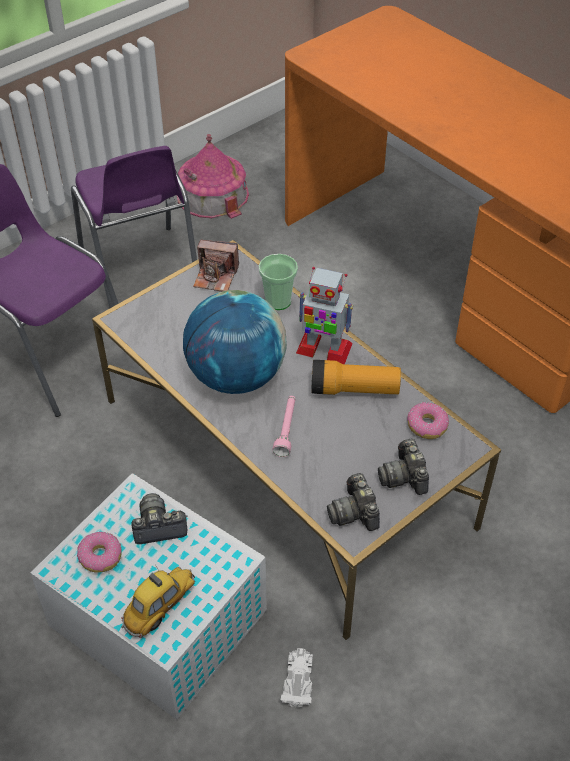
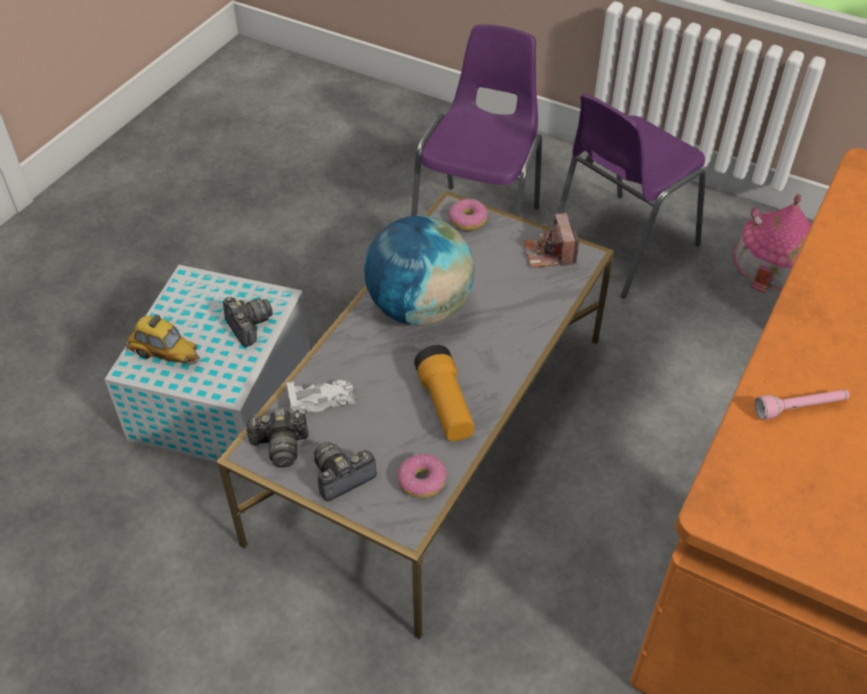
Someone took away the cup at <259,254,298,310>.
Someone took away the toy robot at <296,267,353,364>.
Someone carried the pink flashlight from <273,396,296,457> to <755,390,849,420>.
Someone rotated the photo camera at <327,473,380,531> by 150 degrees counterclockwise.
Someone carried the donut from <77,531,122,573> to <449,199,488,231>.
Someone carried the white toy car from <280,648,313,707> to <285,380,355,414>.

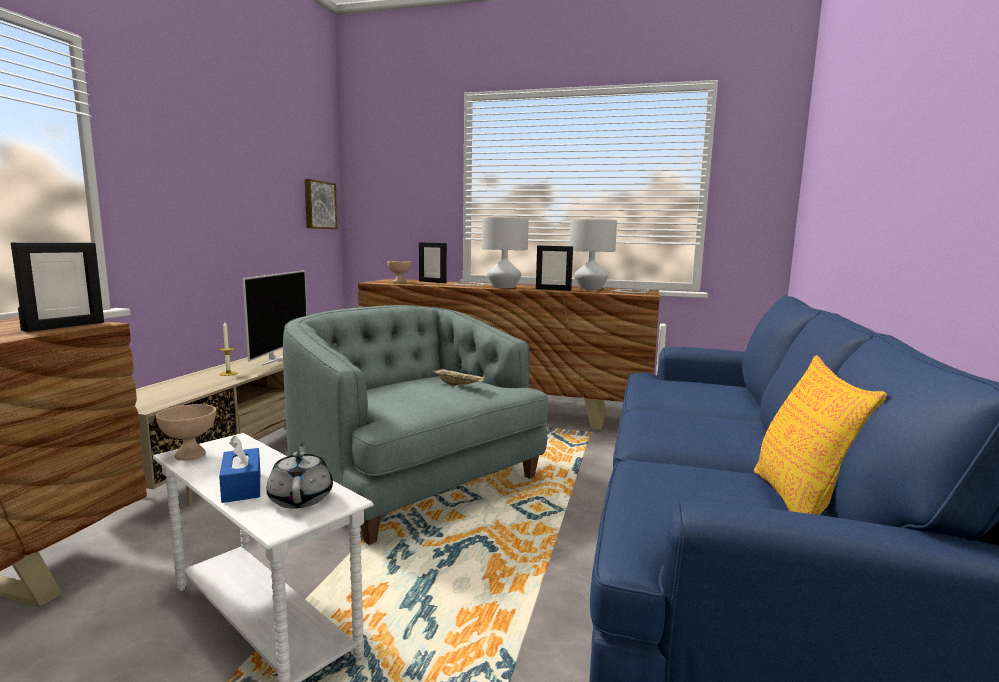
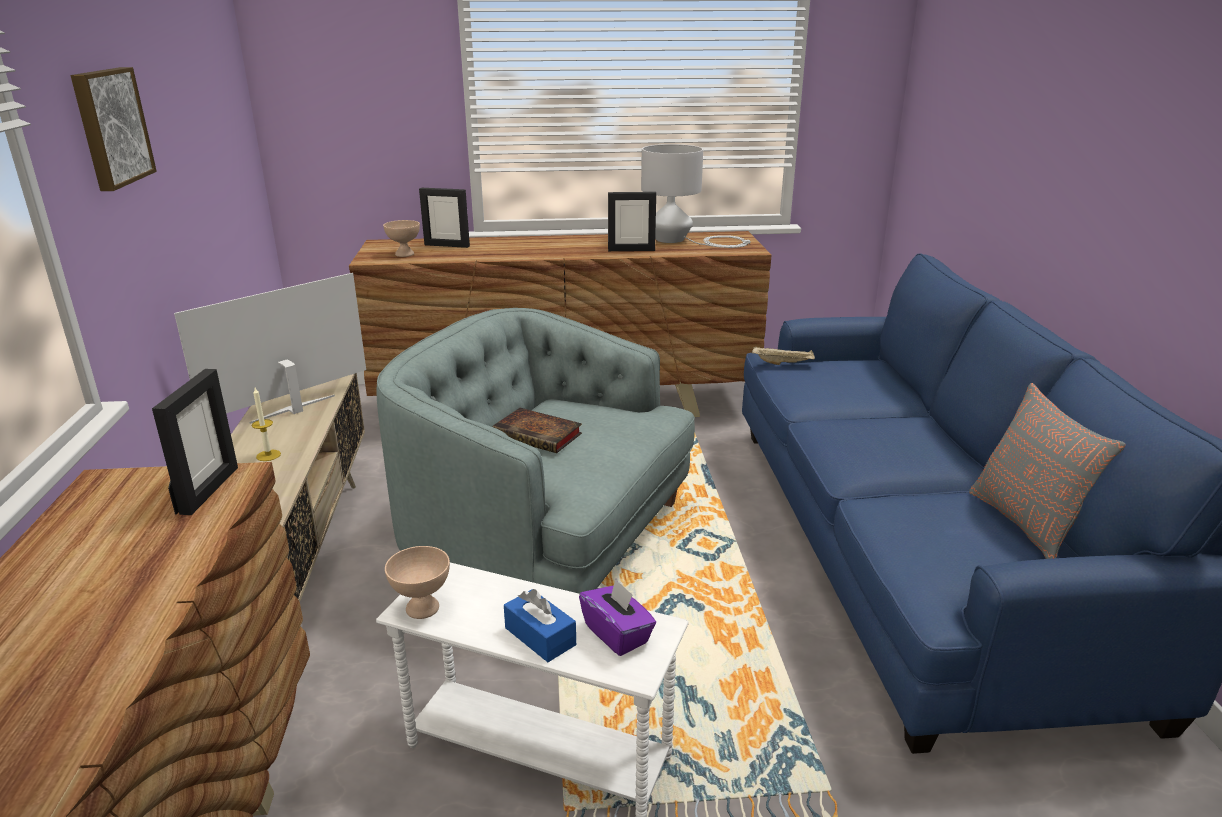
Someone carried the picture from <305,179,337,229> to <70,67,157,191>.
Someone took away the white table lamp at <455,217,529,288>.
Someone rotated the television at <243,270,307,366> by 120 degrees counterclockwise.
Someone repainted the yellow pillow at <754,355,887,515>, which became the grey pillow at <969,383,1126,559>.
Someone carried the beige tray from <433,368,486,386> to <752,346,815,365>.
Someone swapped the grey teapot at <266,443,333,509> for the purple tissue box at <579,579,656,656>.
Someone put down the book at <493,408,582,453>.

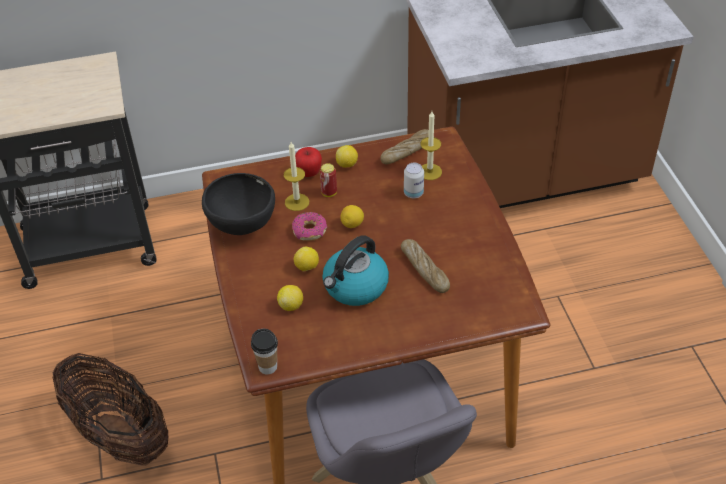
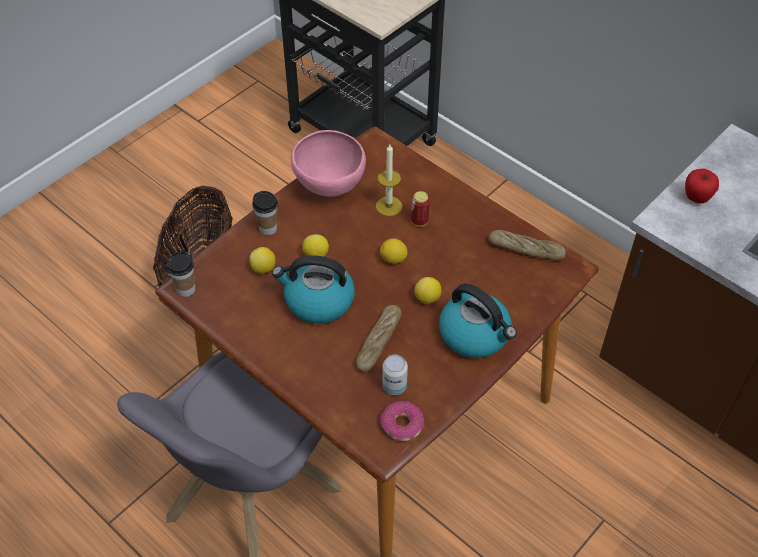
Someone took away the candle at <420,111,442,180>.
Someone carried the lemon from <336,145,358,168> to <414,277,441,304>.
Someone carried the apple from <295,147,322,177> to <685,169,719,203>.
Someone carried the can from <404,163,424,198> to <382,355,408,395>.
Someone repainted the black bowl at <202,173,275,235>, which became the pink bowl at <291,130,366,197>.
Someone carried the donut from <292,212,327,241> to <380,401,424,442>.
Someone put down the cup at <252,191,278,235>.
Someone put down the kettle at <439,283,517,358>.

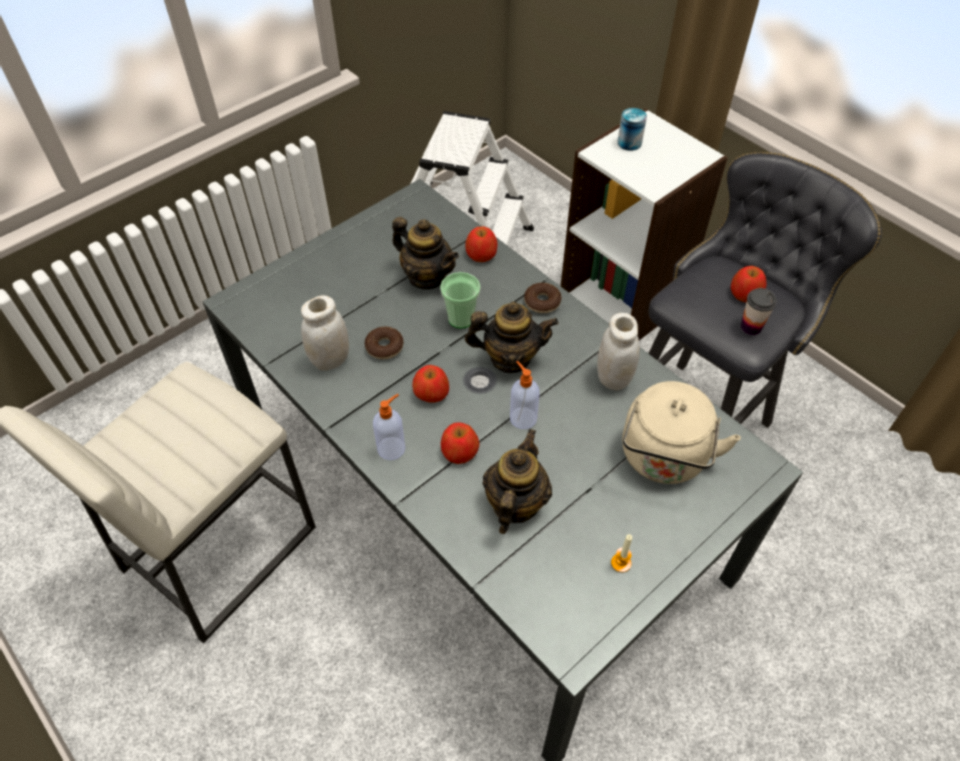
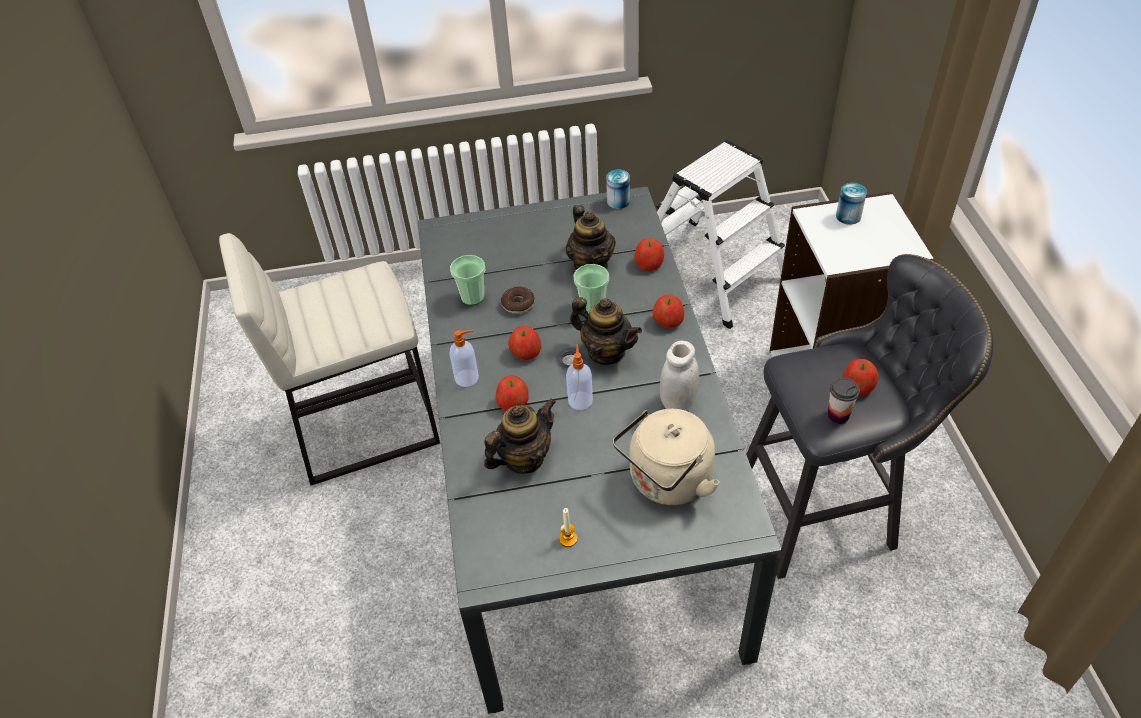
Someone swapped the donut at <524,283,561,313> for the apple at <652,294,684,328>.
Someone swapped the white jar at <301,295,349,371> for the cup at <450,255,485,306>.
Someone put down the can at <606,170,630,209>.

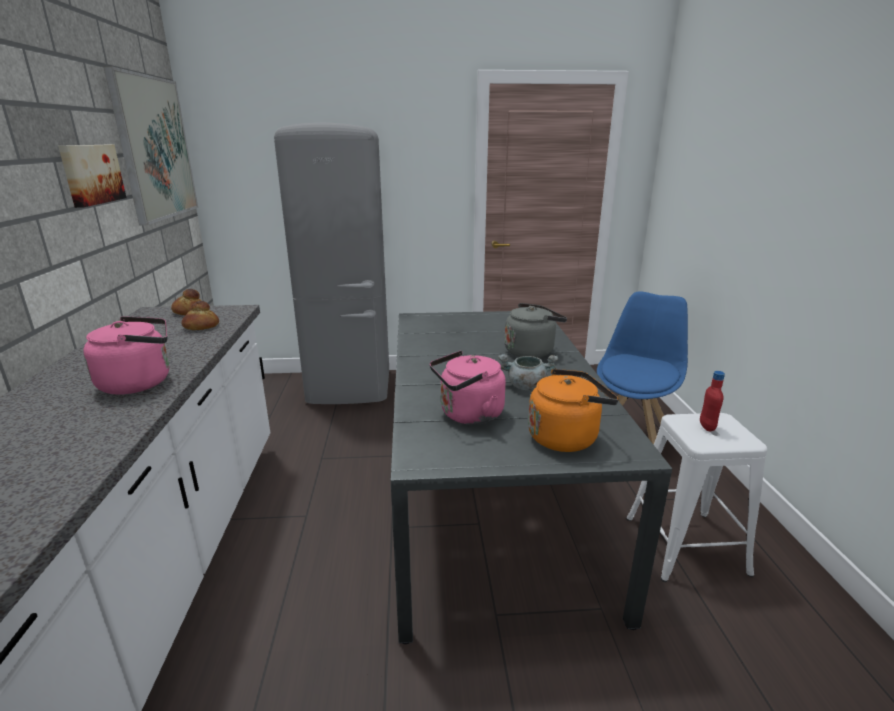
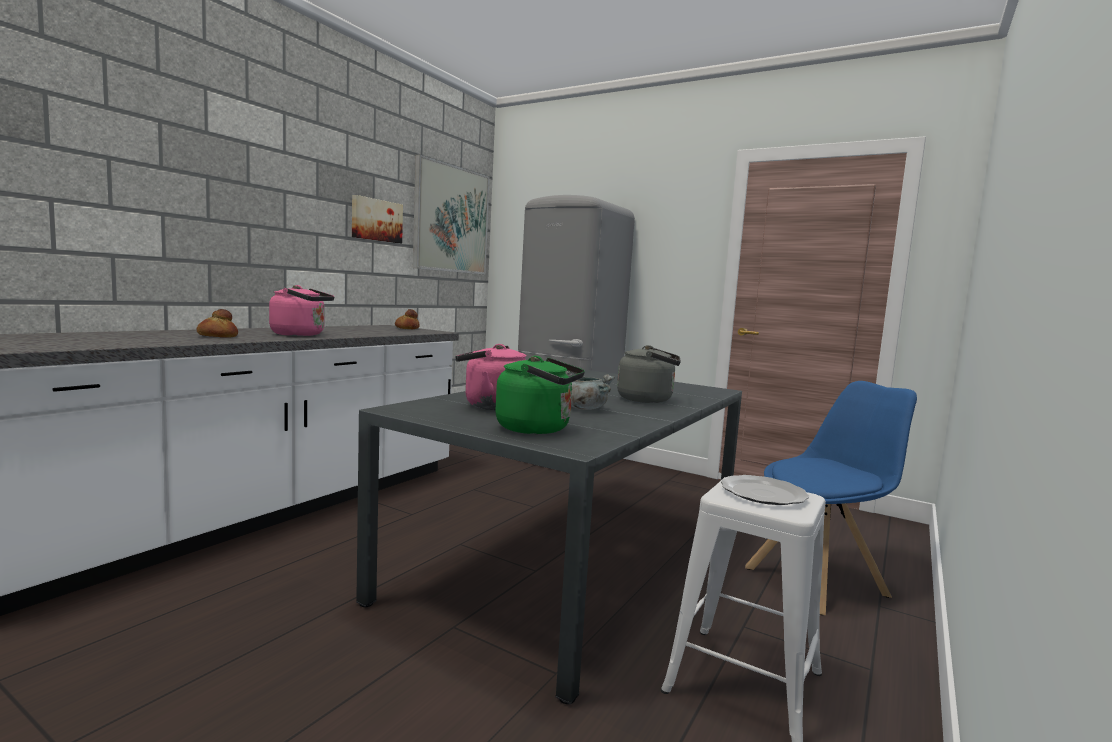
Someone carried the bread from <181,301,219,330> to <197,309,238,338>.
Someone repainted the orange kettle at <528,369,619,452>, which became the green kettle at <495,356,585,434>.
Someone swapped the red bottle at <700,371,725,432> for the plate at <721,475,809,505>.

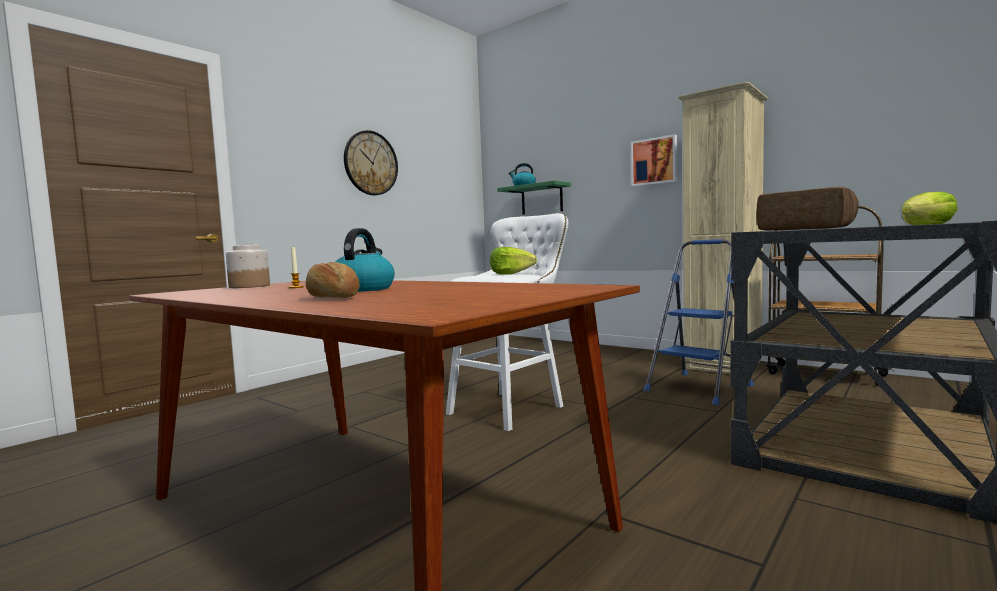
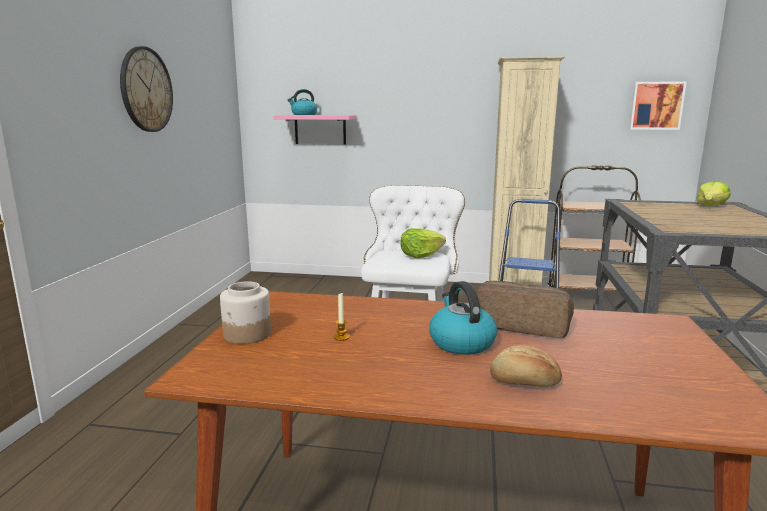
Someone carried the picture from <631,134,677,187> to <629,81,687,130>.
Someone repainted the green shelf at <497,181,571,215>, which became the pink shelf at <274,115,356,145>.
Someone carried the bread from <756,187,859,230> to <476,281,574,338>.

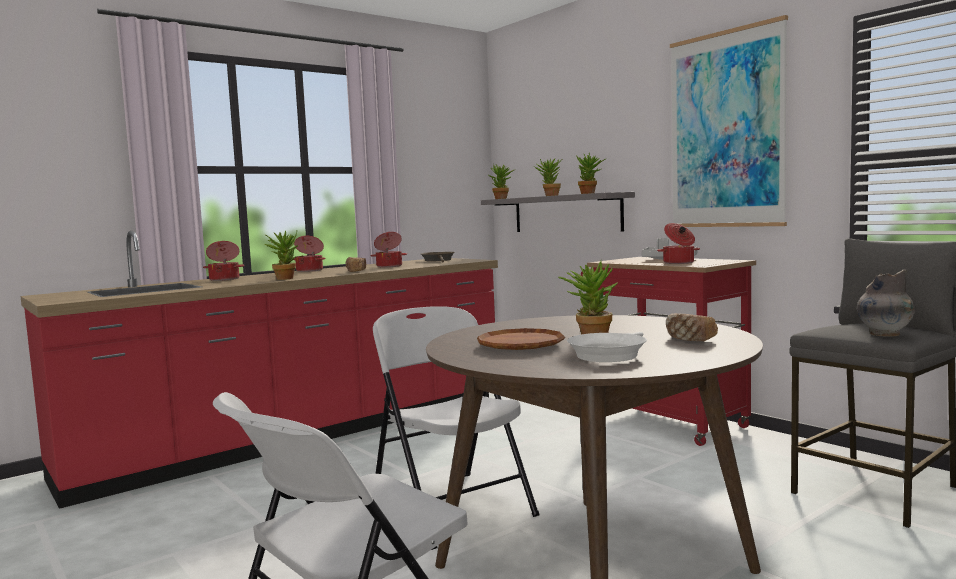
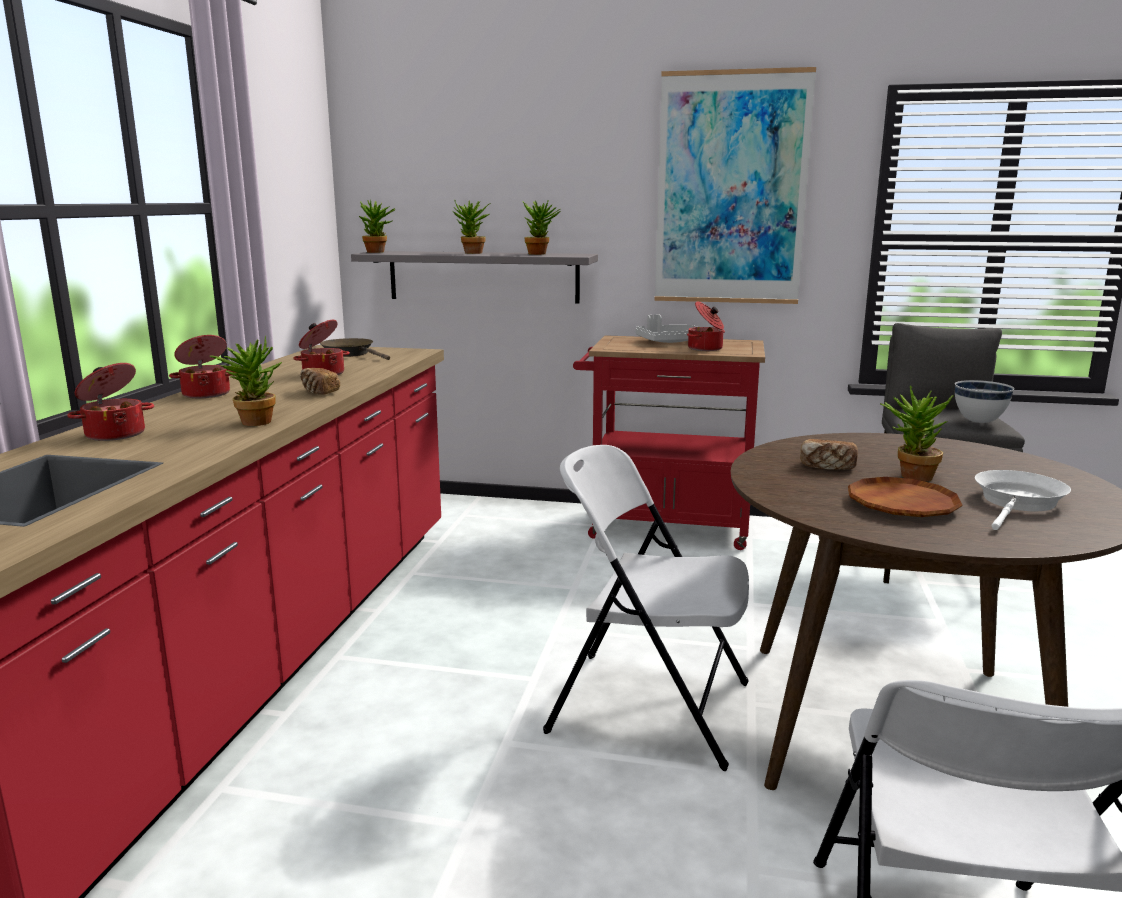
Someone swapped the grey vase at <857,270,915,337> for the white bowl at <955,380,1014,423>.
Someone carried the bread from <666,313,718,341> to <800,439,858,470>.
Someone rotated the white frying pan at <567,332,647,362> by 135 degrees counterclockwise.

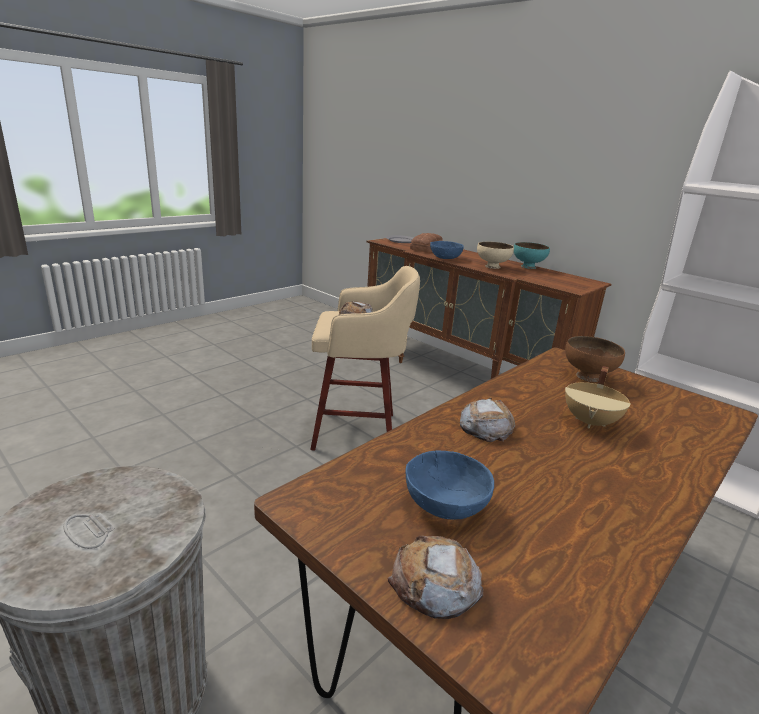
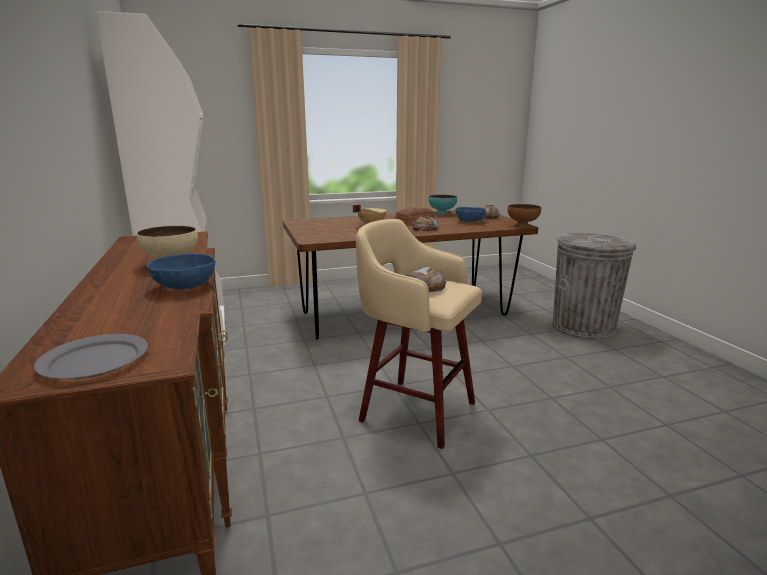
Someone carried the bread from <410,233,443,253> to <395,207,435,225>.
Someone carried the turquoise bowl from <514,242,550,269> to <428,195,457,215>.
Someone carried the brown bowl from <565,336,625,382> to <508,204,541,227>.

